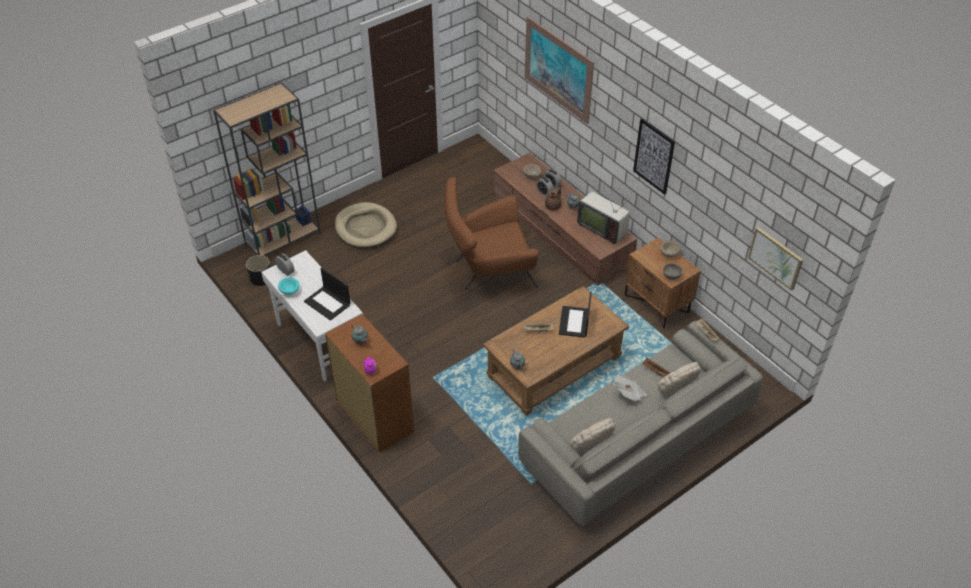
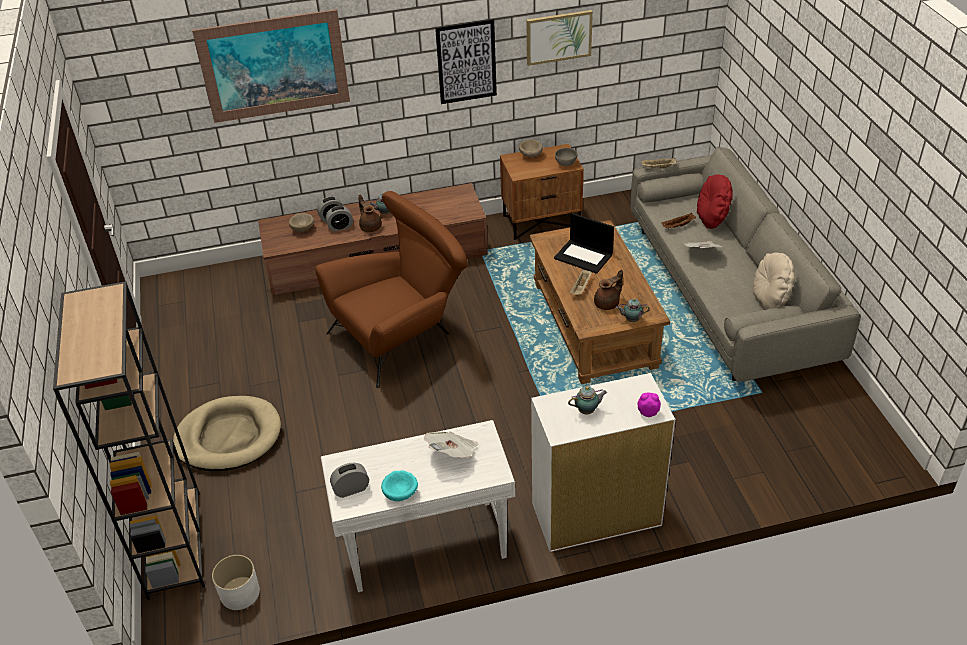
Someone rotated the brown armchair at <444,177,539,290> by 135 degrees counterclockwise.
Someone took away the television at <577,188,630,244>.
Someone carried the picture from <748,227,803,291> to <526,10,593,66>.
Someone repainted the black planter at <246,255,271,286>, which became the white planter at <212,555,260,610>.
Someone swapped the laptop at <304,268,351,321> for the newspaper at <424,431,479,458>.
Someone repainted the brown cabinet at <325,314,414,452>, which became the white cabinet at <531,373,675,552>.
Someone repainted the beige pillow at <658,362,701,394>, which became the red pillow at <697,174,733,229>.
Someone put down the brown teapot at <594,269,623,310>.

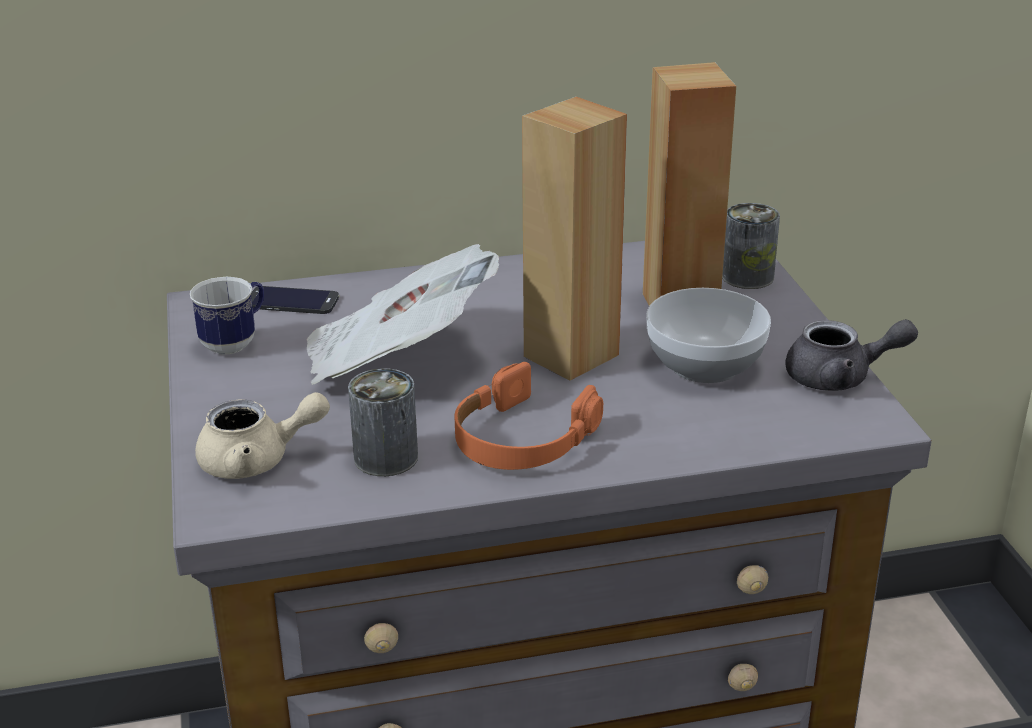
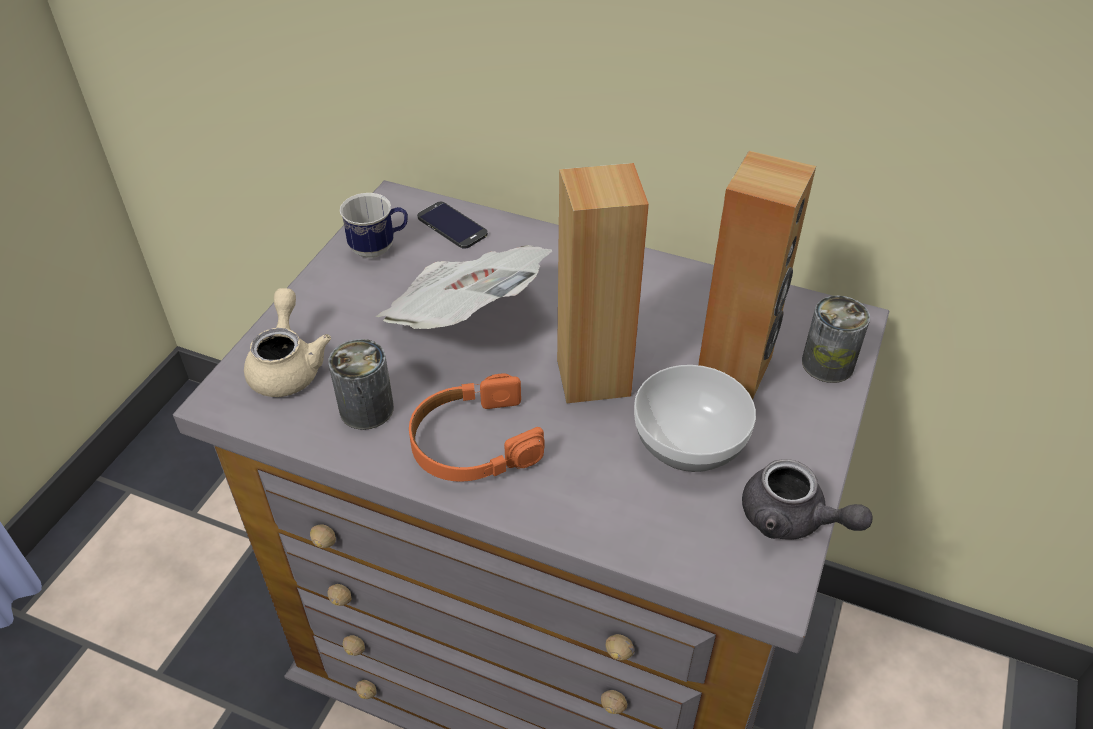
Someone rotated the beige teapot at <195,392,330,479> by 120 degrees counterclockwise.

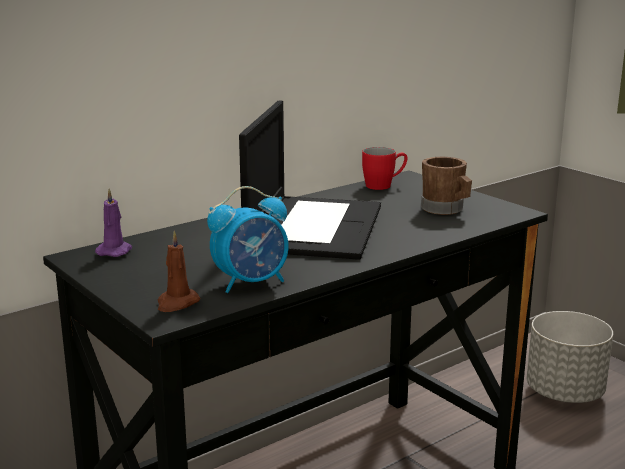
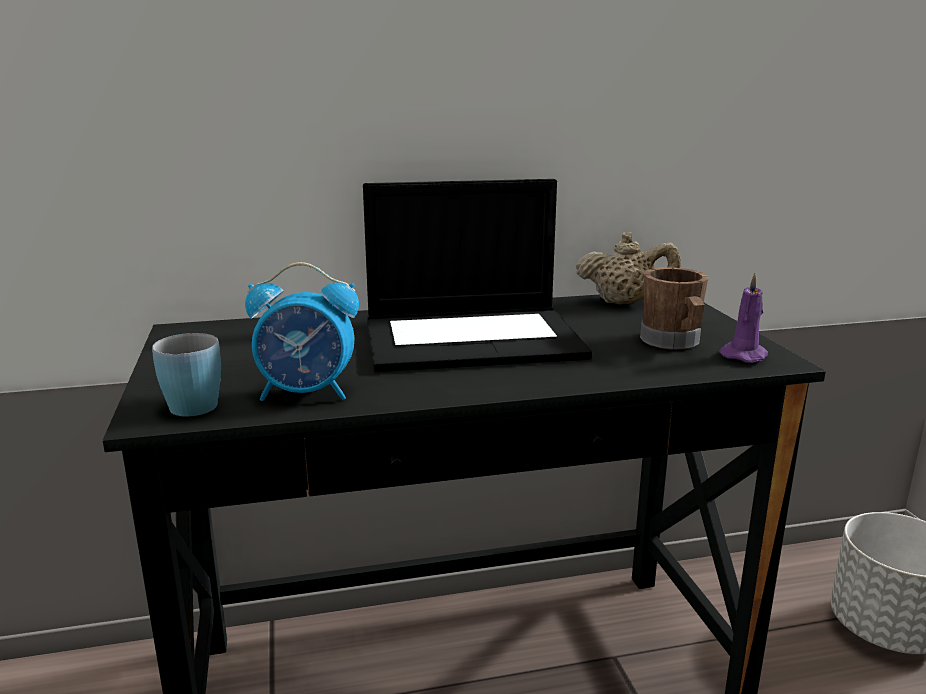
Someone rotated the laptop at <239,101,381,260> by 45 degrees clockwise.
Someone swapped the red mug at <362,147,407,190> for the beige teapot at <576,232,681,304>.
Someone carried the purple candle from <95,188,132,257> to <719,272,768,363>.
Someone swapped the brown candle at <158,231,200,312> for the blue mug at <152,333,221,417>.

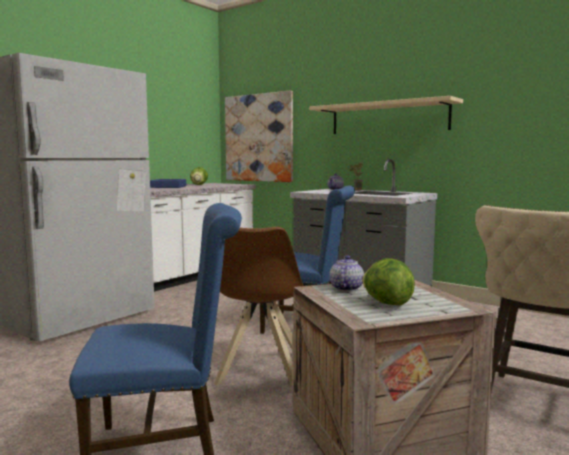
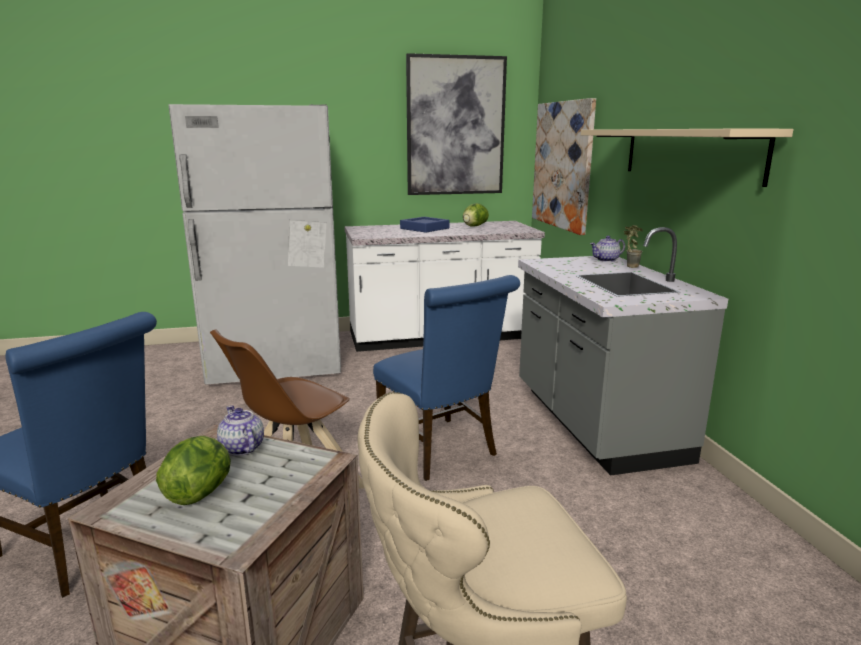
Someone rotated the teapot at <330,255,364,291> by 90 degrees counterclockwise.
Someone put up the picture at <406,53,507,195>.

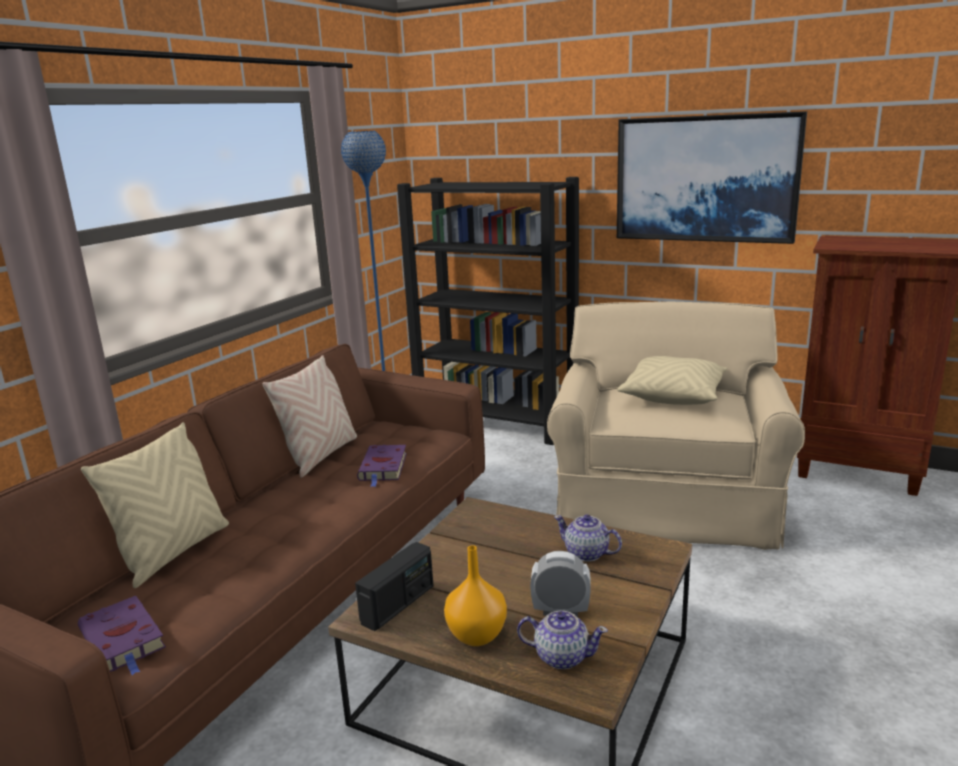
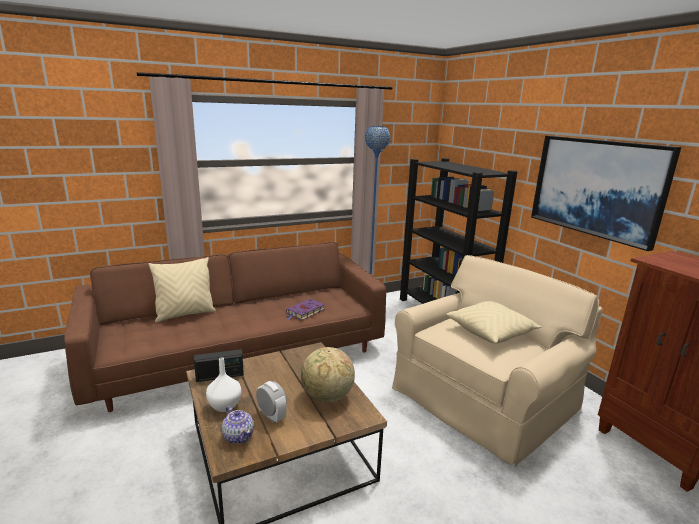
Someone took away the beige pillow at <263,355,357,477>.
Someone swapped the teapot at <554,515,622,562> for the globe at <301,347,355,402>.
Someone repainted the orange vase at <444,545,507,646>, which became the white vase at <206,357,241,412>.
Someone took away the purple book at <78,596,166,675>.

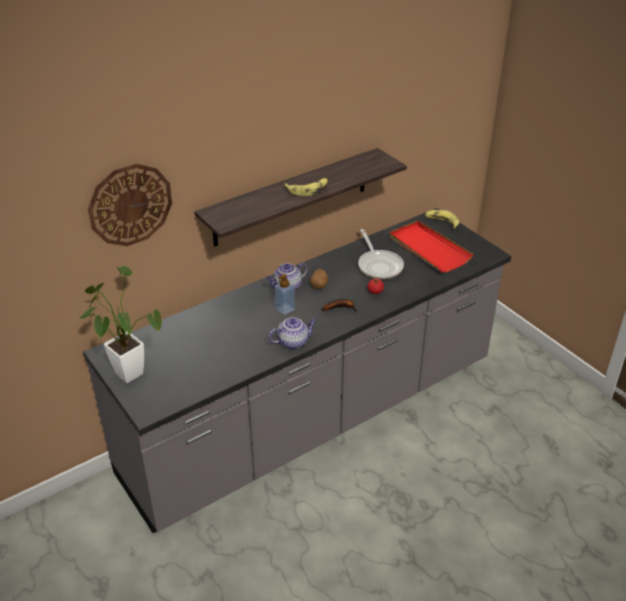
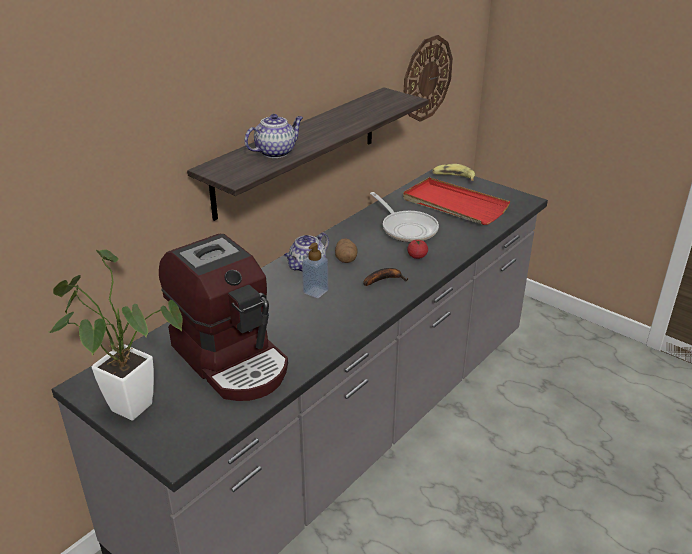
Someone carried the wall clock from <88,164,172,246> to <404,35,453,122>.
Someone took away the banana at <284,178,328,196>.
Someone carried the teapot from <269,317,317,349> to <244,114,303,158>.
Someone put down the coffee machine at <159,234,288,401>.

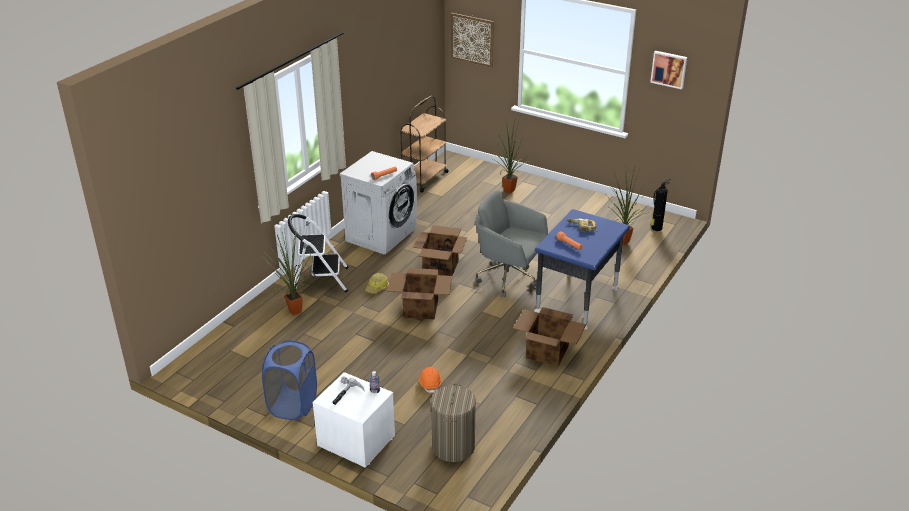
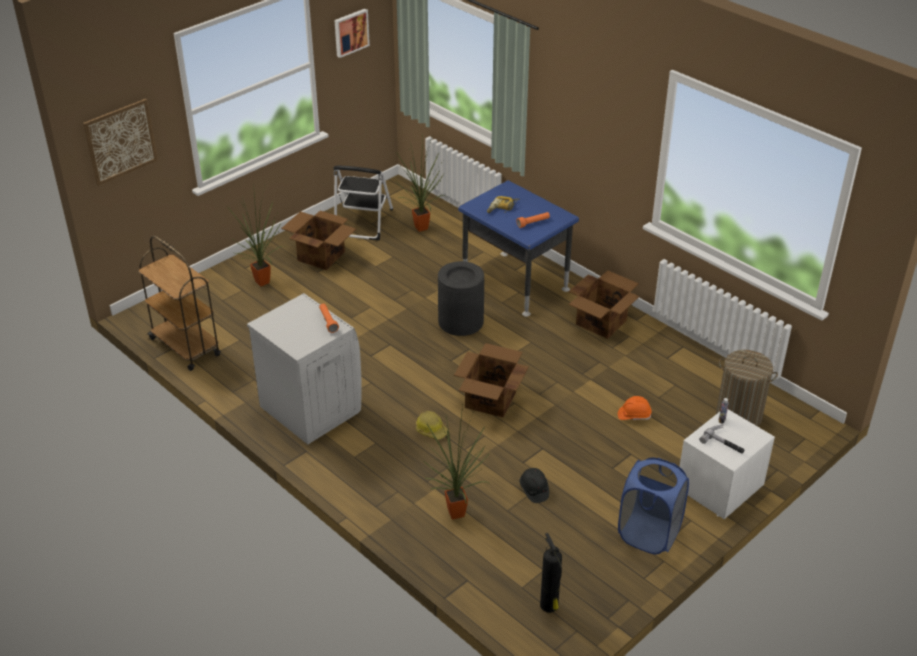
Someone carried the fire extinguisher from <650,179,670,231> to <540,533,562,613>.
Someone swapped the grey office chair at <475,190,548,297> for the black trash can at <438,261,484,336>.
Someone carried the step ladder from <288,214,349,292> to <334,166,393,241>.
Someone carried the cardboard box from <413,225,467,276> to <281,211,356,270>.
Someone put down the black hard hat at <519,468,549,503>.

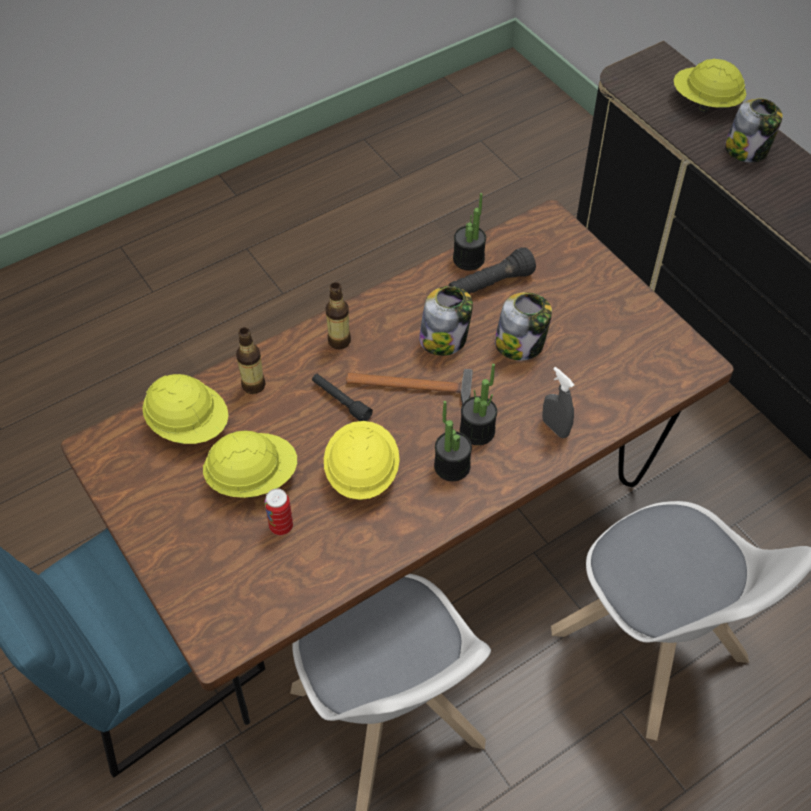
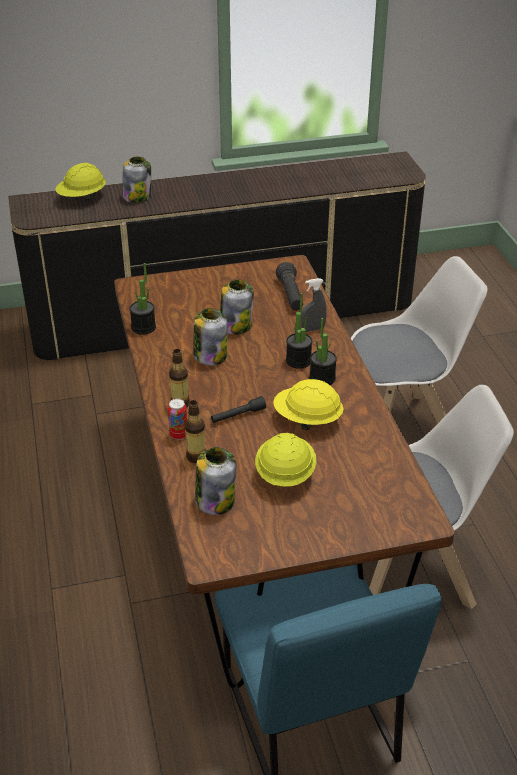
Someone carried the black flashlight from <449,247,536,294> to <276,262,303,310>.
Someone took away the hammer at <346,369,473,405>.
Someone swapped the yellow hard hat at <142,374,228,444> for the jar at <195,447,236,515>.
Someone carried the can from <265,489,293,535> to <168,398,187,440>.

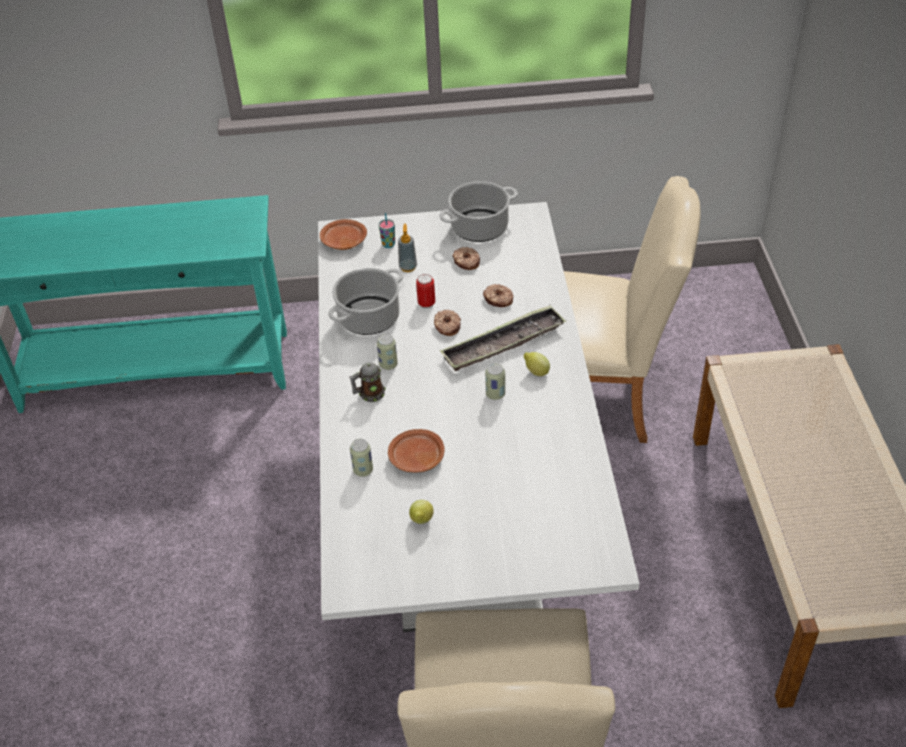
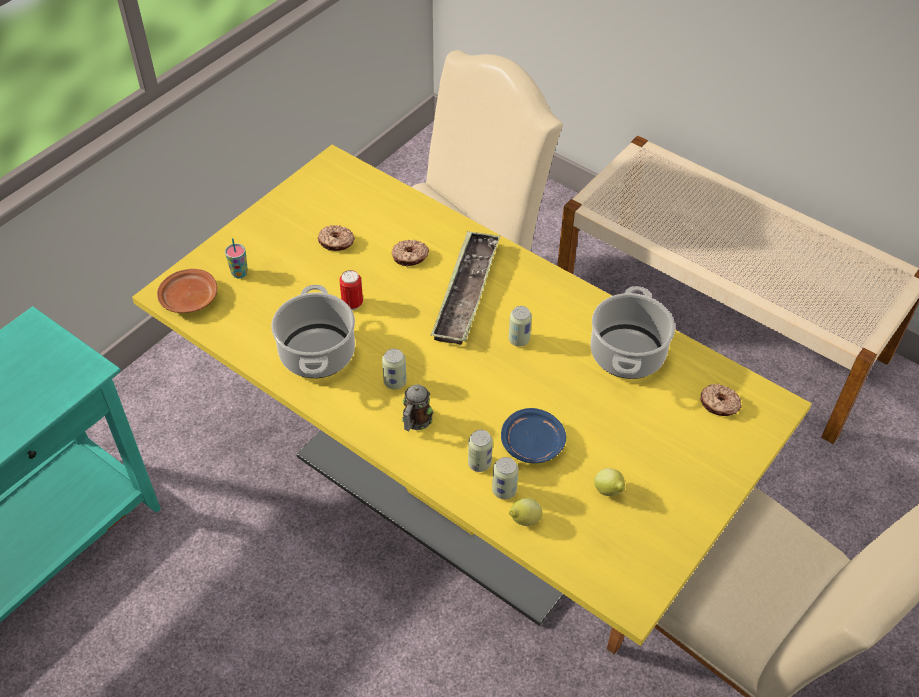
Someone carried the cooking pot from <439,181,518,242> to <590,286,675,379>.
Someone repainted the white dining table at <318,202,640,632>, which became the yellow dining table at <132,145,812,646>.
Someone took away the soap dispenser at <398,223,417,272>.
Someone carried the donut from <434,310,461,336> to <700,384,742,416>.
Someone carried the lemon from <524,352,550,376> to <509,498,542,526>.
Someone repainted the brown plate at <388,429,445,473>, which became the blue plate at <501,408,566,463>.
Someone put down the can at <468,430,493,472>.

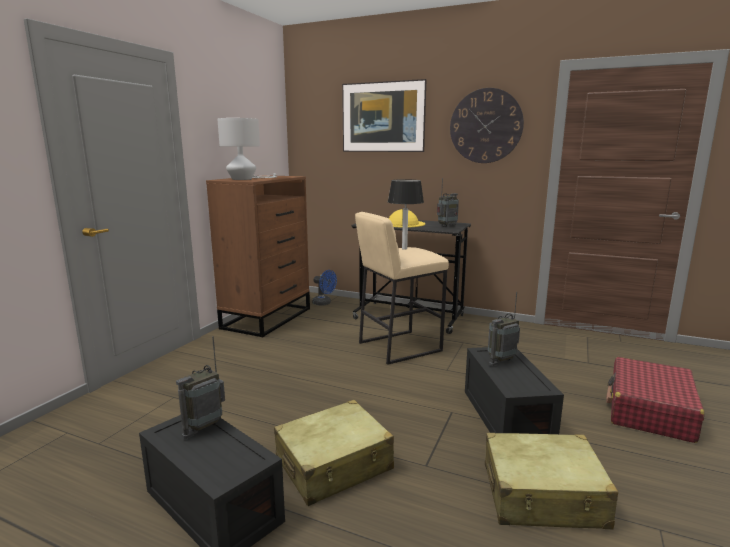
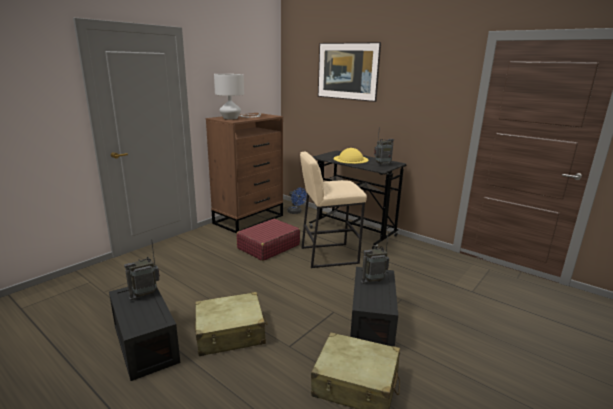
Someone took away the wall clock at <450,88,524,163>.
Someone took away the table lamp at <388,179,424,250>.
Someone carried the red suitcase from <606,357,704,443> to <237,218,300,261>.

